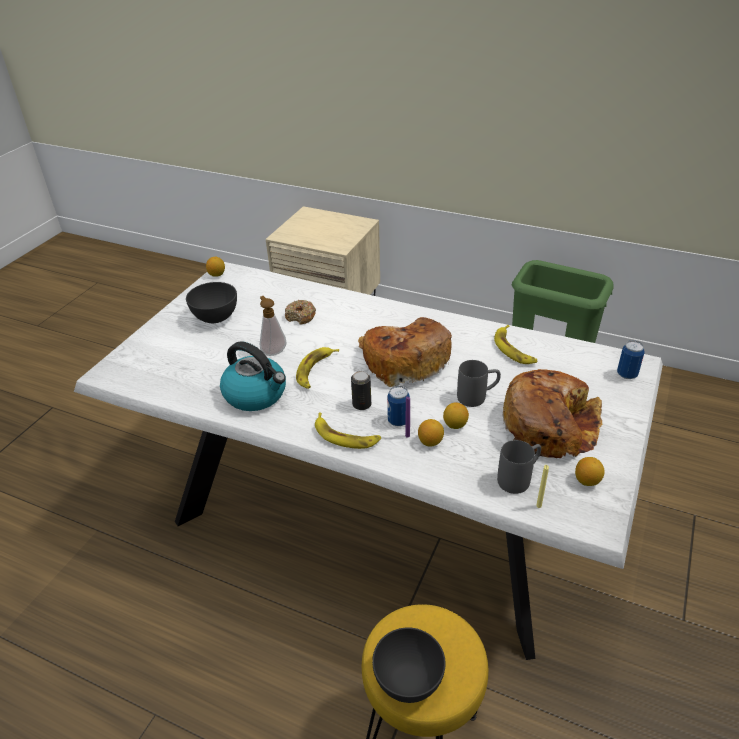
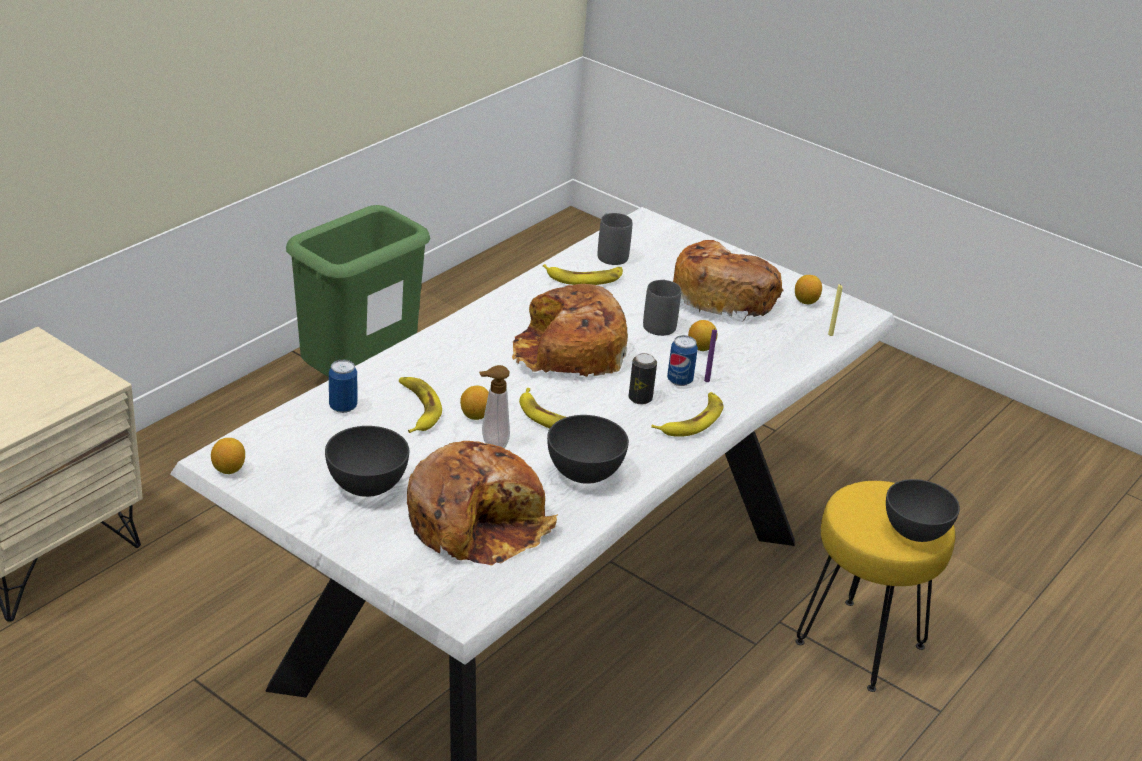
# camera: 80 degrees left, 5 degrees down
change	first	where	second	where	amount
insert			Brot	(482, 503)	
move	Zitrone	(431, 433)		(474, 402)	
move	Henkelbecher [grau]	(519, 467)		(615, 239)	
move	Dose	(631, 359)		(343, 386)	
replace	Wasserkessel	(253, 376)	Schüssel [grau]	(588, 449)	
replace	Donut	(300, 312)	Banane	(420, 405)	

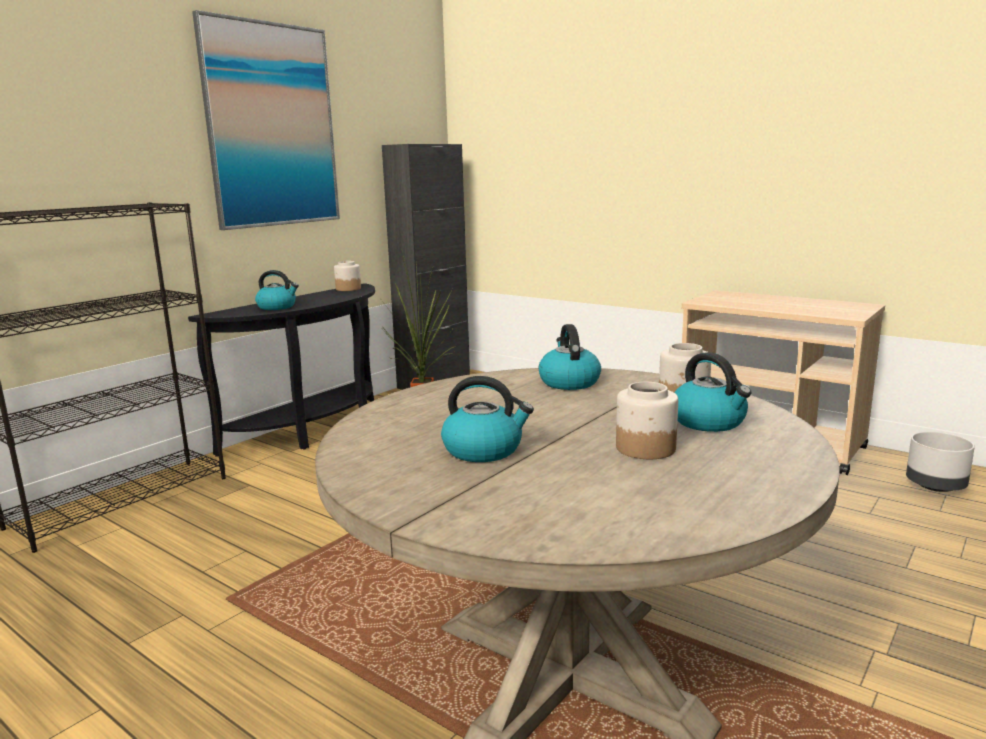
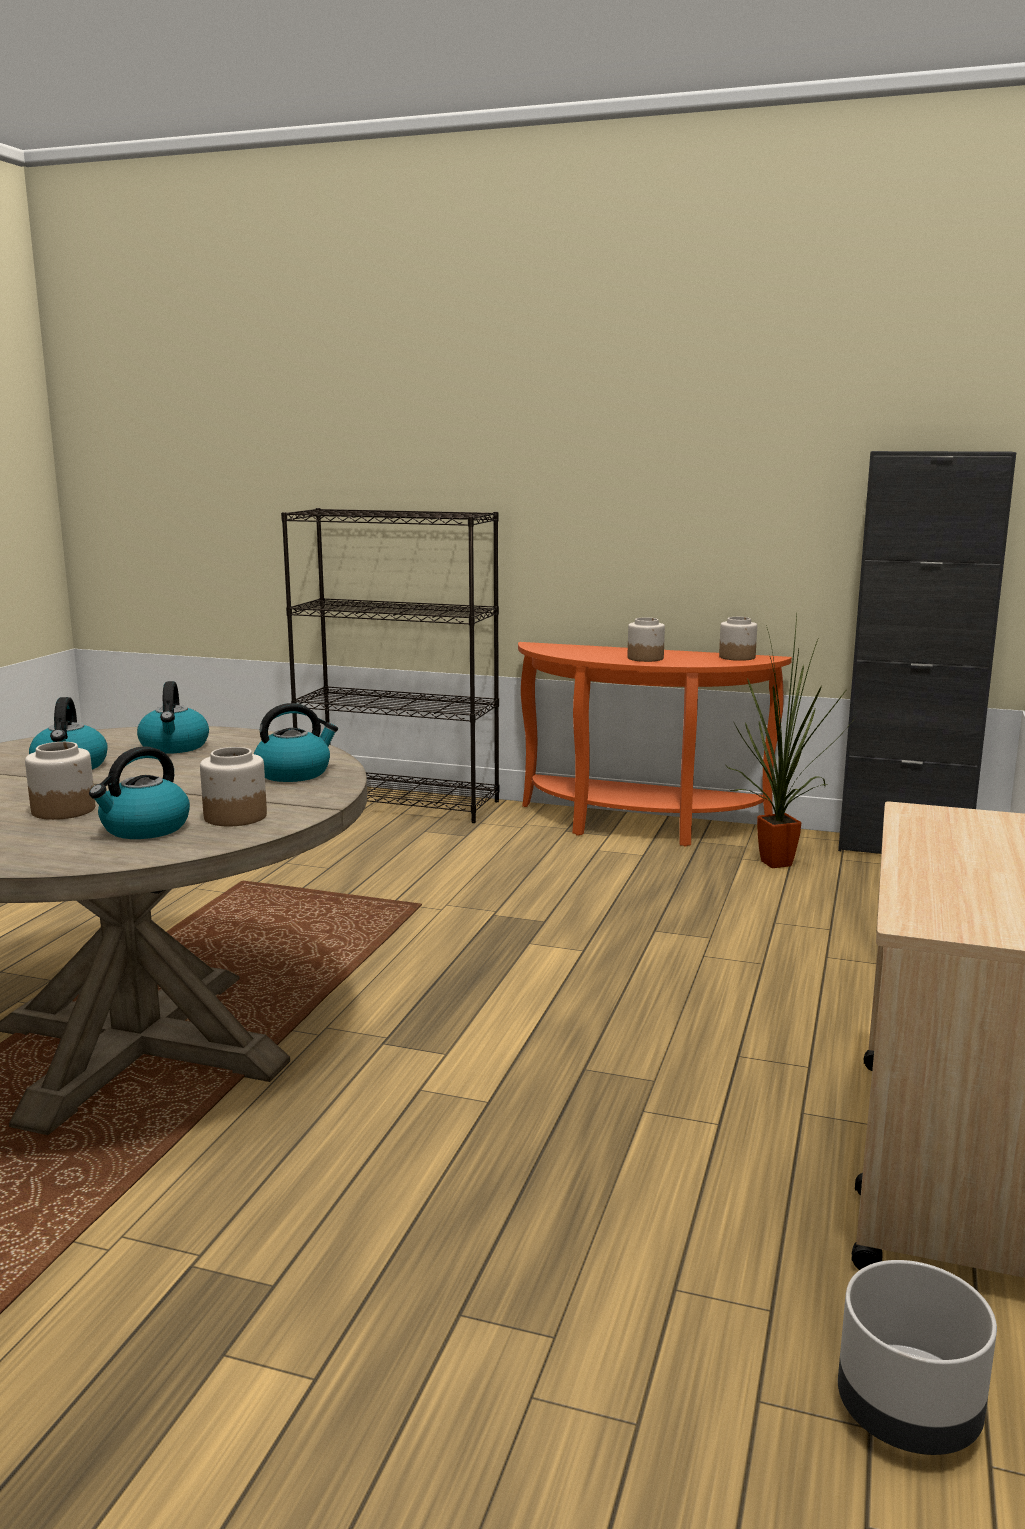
# camera: 70 degrees right, 0 degrees up
change	first	where	second	where	amount
delete	Bild	(266, 120)			
insert			Vorratsglas	(646, 639)	
move	Wasserkessel	(277, 290)		(173, 717)	
recolor	Konsolentisch [schwarz]	(281, 370)	Konsolentisch [orange]	(655, 744)	

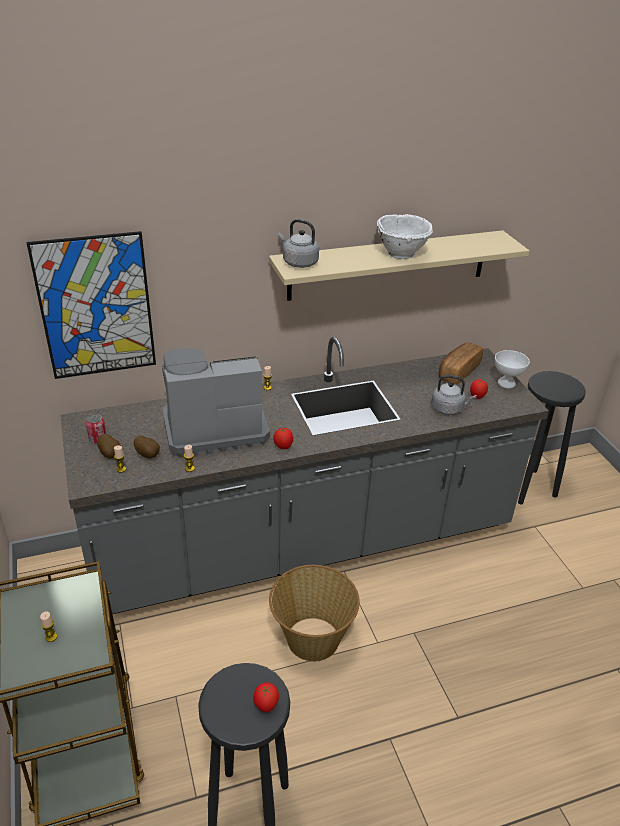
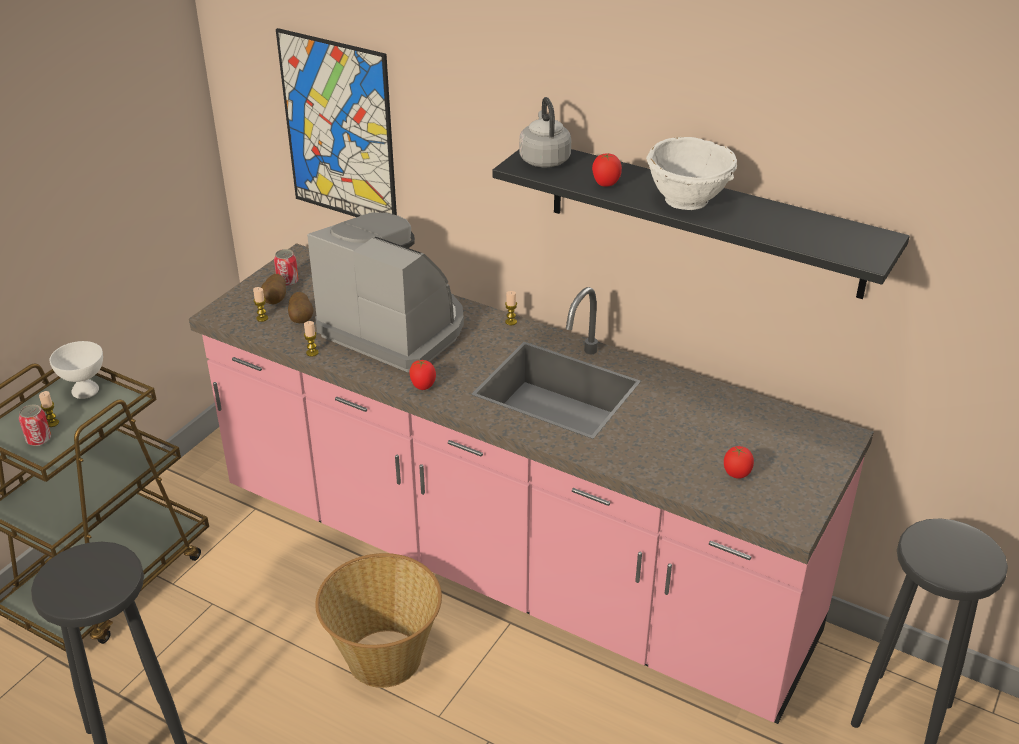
# camera: 50 degrees right, 0 degrees up
change	first	where	second	where	amount
delete	Wasserkessel [grau]	(454, 395)			
delete	Brot	(461, 363)			
insert			Dose	(35, 425)	
move	Tomate	(266, 697)		(607, 169)	
move	Schüssel [weiß]	(512, 369)		(76, 370)	
recolor	Küchenzeile [grau]	(304, 475)	Küchenzeile [rosa]	(531, 483)	
recolor	Wandregal [beige]	(399, 265)	Wandregal [schwarz]	(701, 224)	

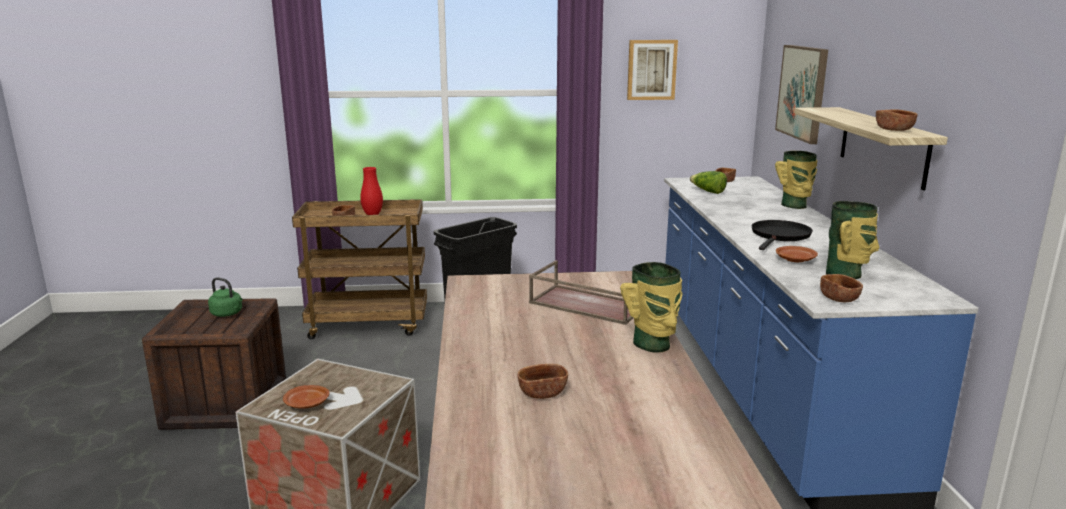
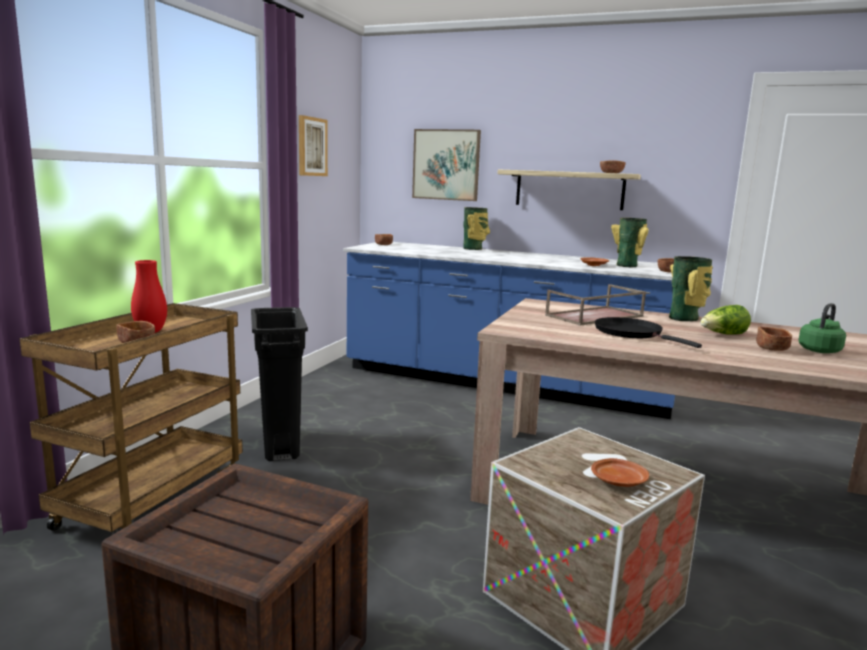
# camera: 65 degrees left, 5 degrees down
change	first	where	second	where	amount
move	Wasserkessel [grün]	(225, 297)		(822, 328)	
move	Salatkopf	(708, 182)		(725, 320)	
move	Pfanne [schwarz]	(782, 235)		(648, 332)	

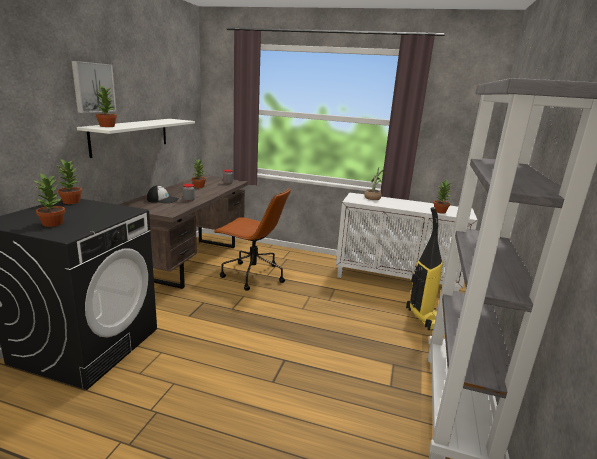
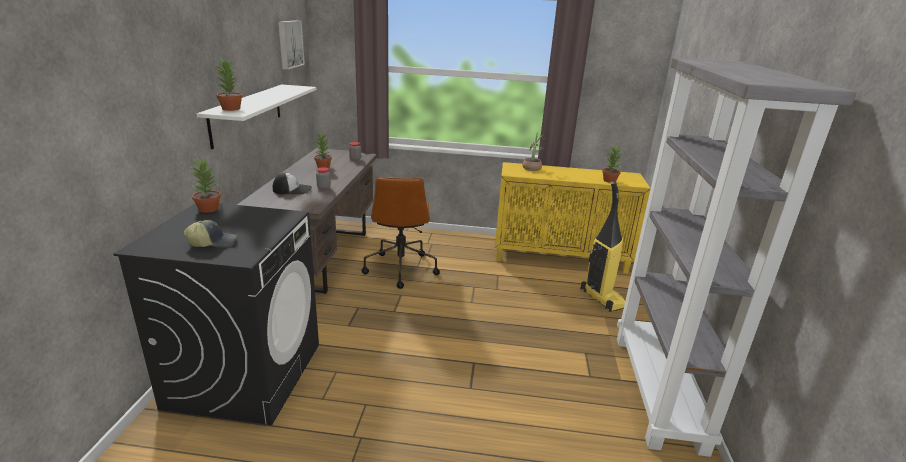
# camera: 10 degrees left, 5 degrees up
change	first	where	second	where	amount
move	Bild	(94, 87)		(291, 45)	
replace	Topfpflanze	(49, 199)	Kappe	(210, 233)	
recolor	Schrank [weiß]	(407, 242)	Schrank [gelb]	(573, 218)	
rotate	Bürostuhl [braun]	(252, 239)		(401, 233)	75 degrees clockwise

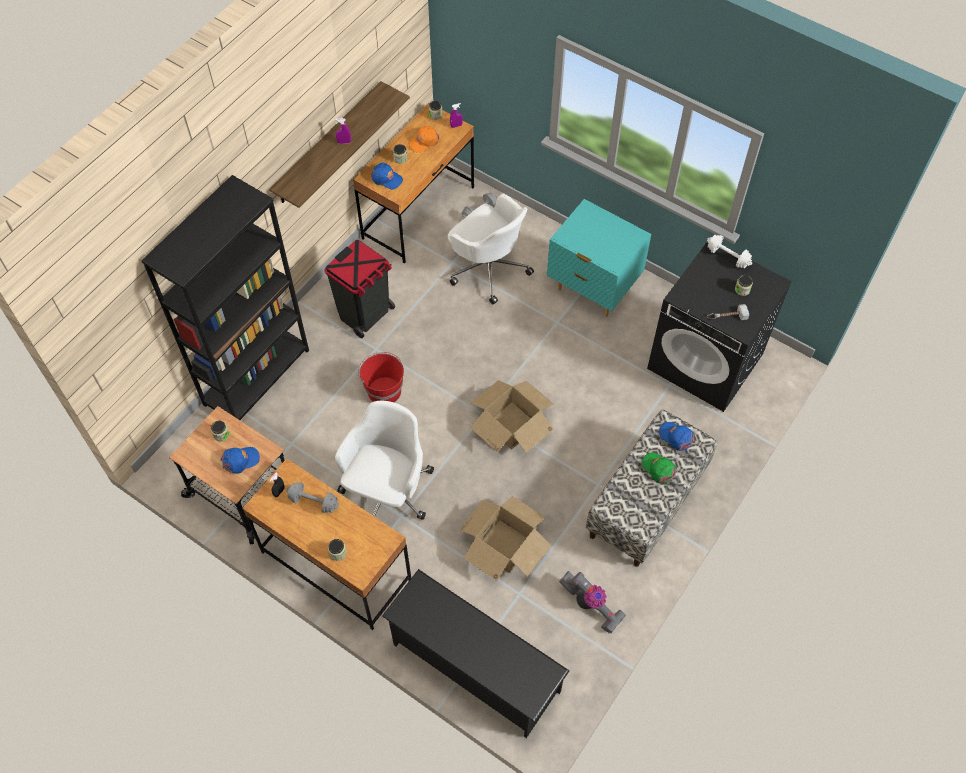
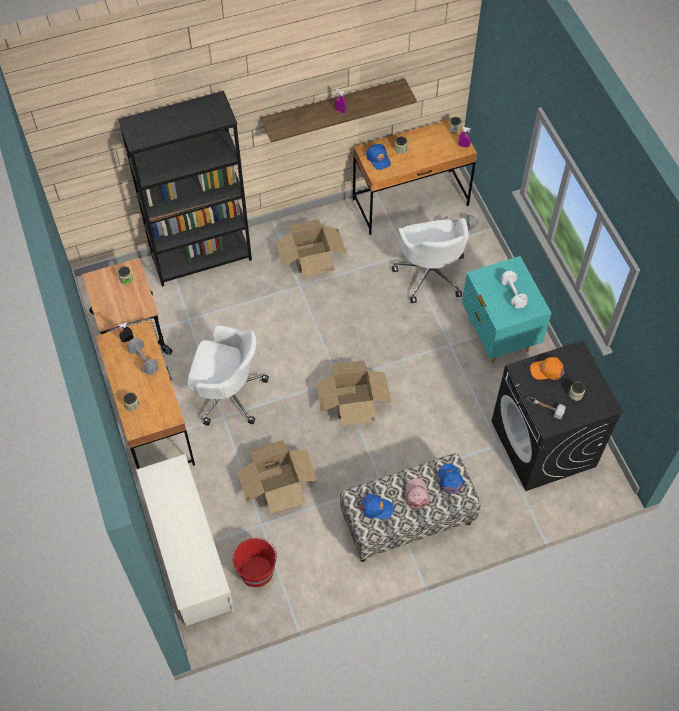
# camera: 35 degrees right, 0 degrees up
change	first	where	second	where	amount
delete	Staubsauger	(592, 602)			
move	Kappe [blau]	(240, 460)		(377, 506)	
move	Eimer [rot]	(381, 377)		(254, 562)	
move	Kappe [orange]	(424, 139)		(547, 368)	
move	Hantel [weiß]	(729, 251)		(514, 289)	
replace	Mülleimer [schwarz]	(359, 289)	Karton	(311, 248)	
recolor	Schuhregal [schwarz]	(475, 653)	Schuhregal [weiß]	(185, 540)	
recolor	Kappe [grün]	(659, 467)	Kappe [rosa]	(417, 494)	
rotate	Bürostuhl [weiß]	(384, 460)		(228, 376)	45 degrees clockwise

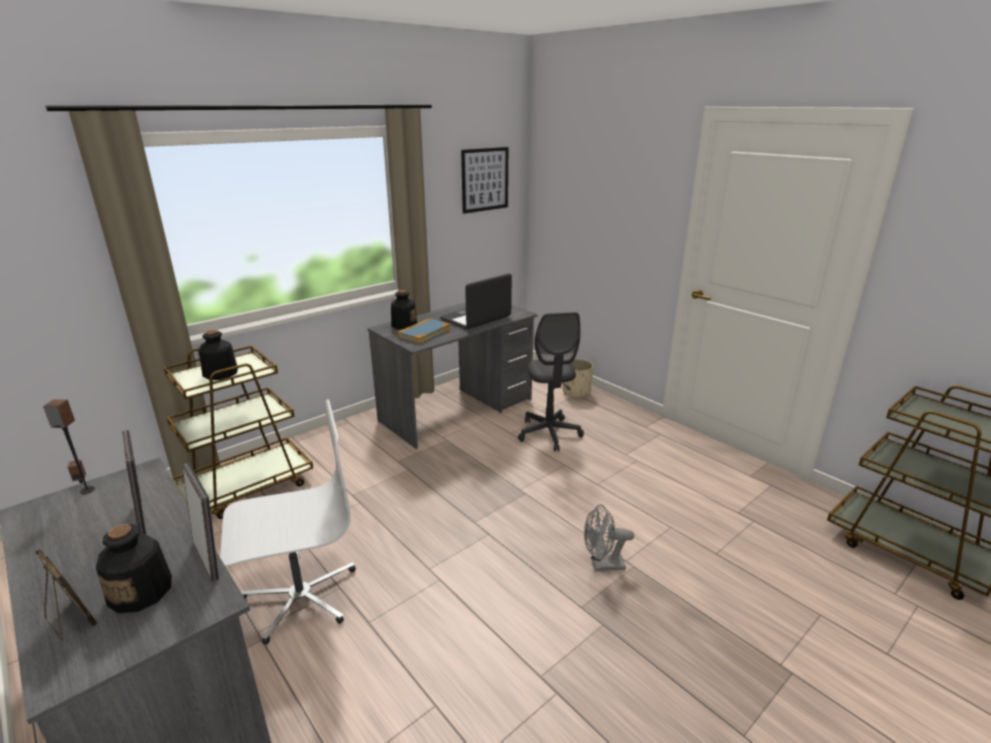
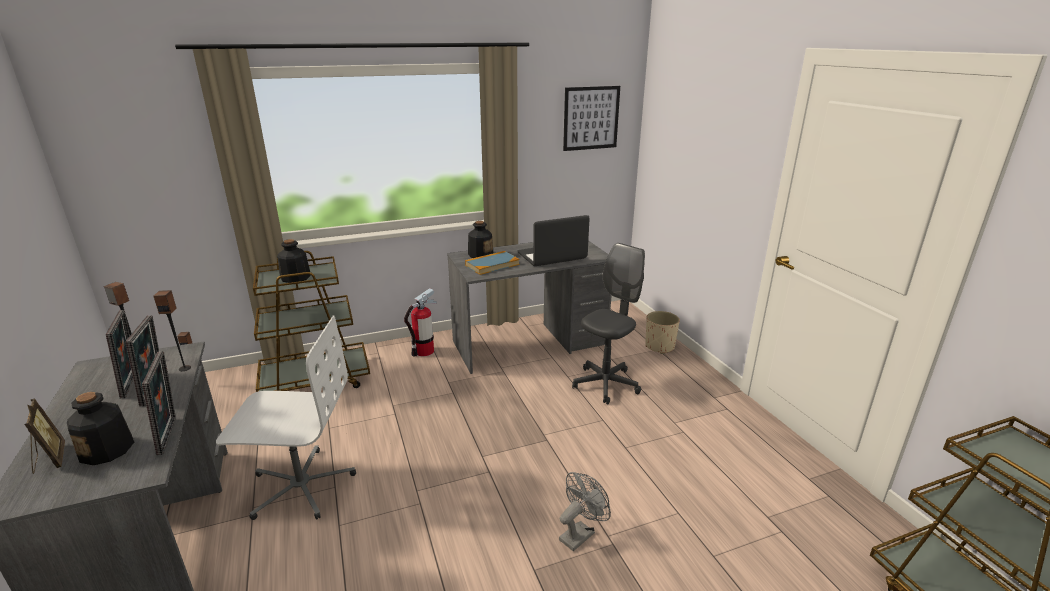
# camera: 20 degrees right, 0 degrees up
change	first	where	second	where	amount
insert			Bilderrahmen	(119, 354)	
insert			Lautsprecher	(172, 330)	
insert			Feuerlöscher	(420, 322)	
rotate	Bürostuhl [grau]	(551, 381)		(608, 324)	150 degrees counterclockwise
rotate	Ventilator [grau]	(609, 537)		(585, 511)	120 degrees clockwise

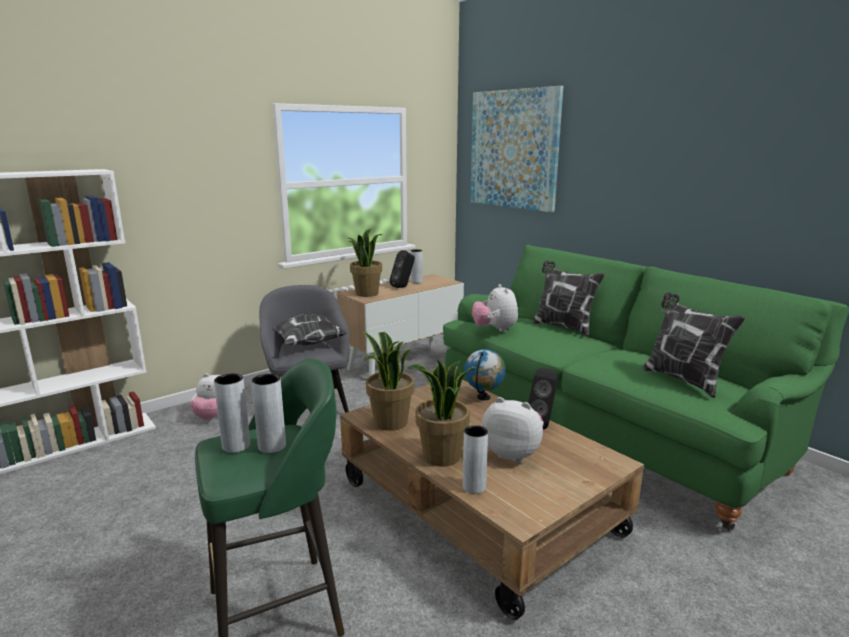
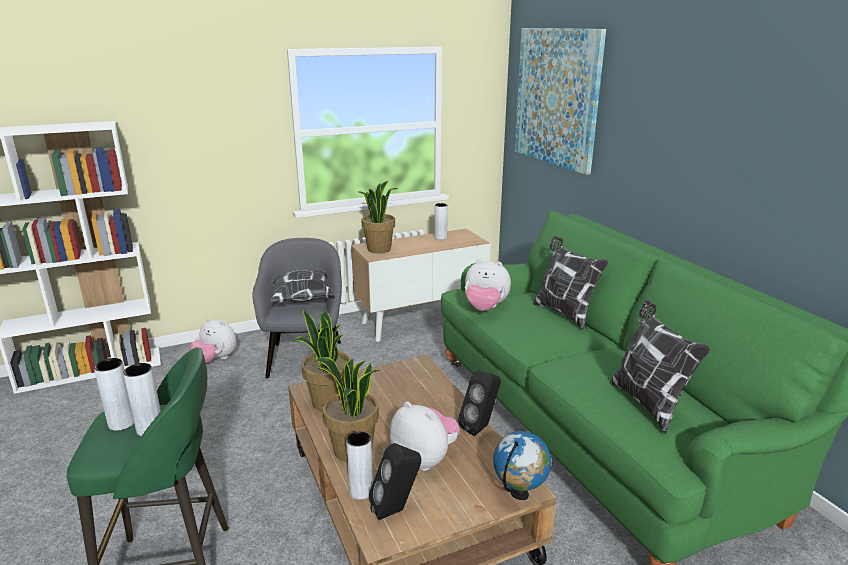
# camera: 15 degrees right, 5 degrees up
change	first	where	second	where	amount
move	Lautsprecher [schwarz]	(402, 269)		(395, 481)	
move	Globus	(484, 375)		(522, 465)	
rotate	Plüschtier	(495, 308)		(488, 285)	75 degrees counterclockwise

